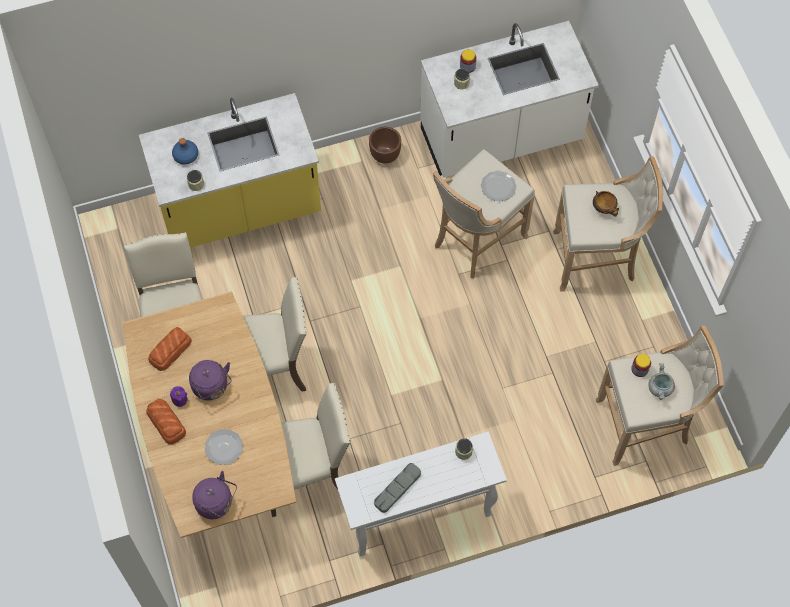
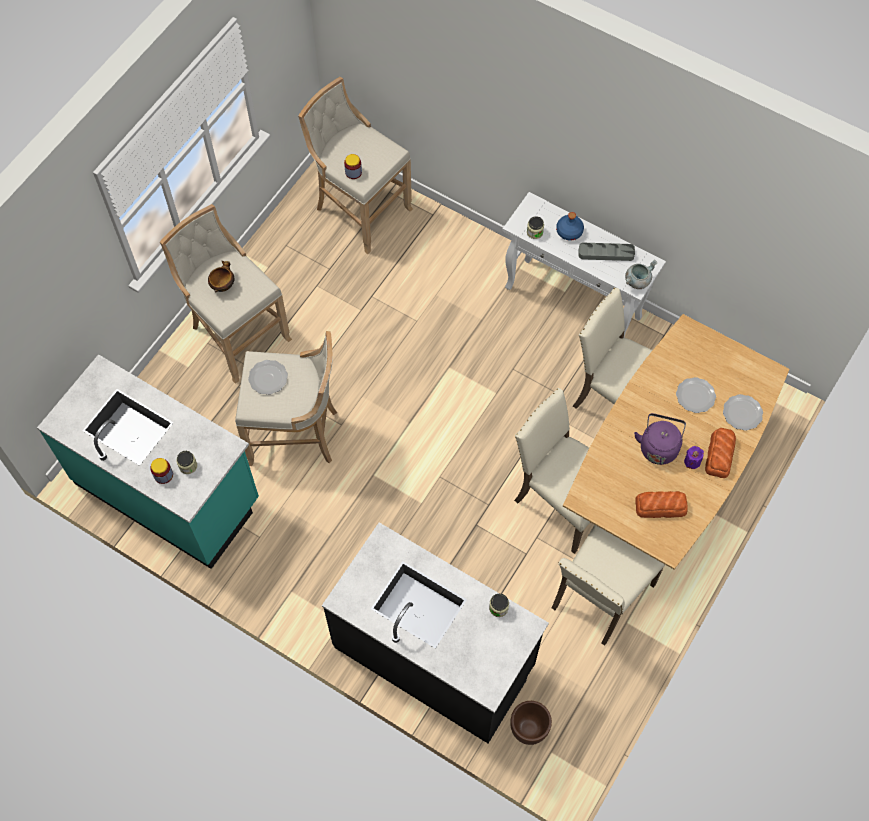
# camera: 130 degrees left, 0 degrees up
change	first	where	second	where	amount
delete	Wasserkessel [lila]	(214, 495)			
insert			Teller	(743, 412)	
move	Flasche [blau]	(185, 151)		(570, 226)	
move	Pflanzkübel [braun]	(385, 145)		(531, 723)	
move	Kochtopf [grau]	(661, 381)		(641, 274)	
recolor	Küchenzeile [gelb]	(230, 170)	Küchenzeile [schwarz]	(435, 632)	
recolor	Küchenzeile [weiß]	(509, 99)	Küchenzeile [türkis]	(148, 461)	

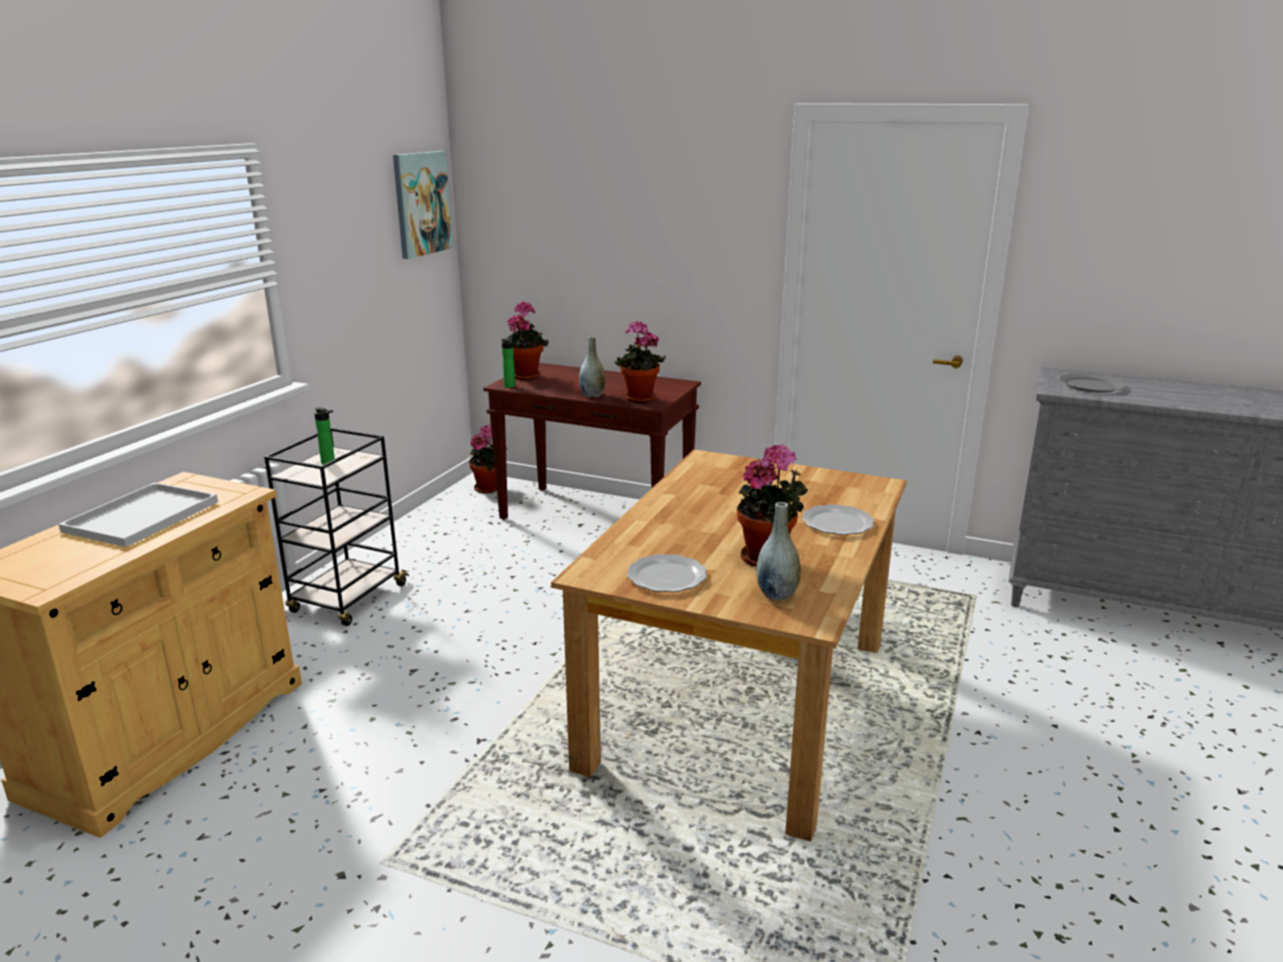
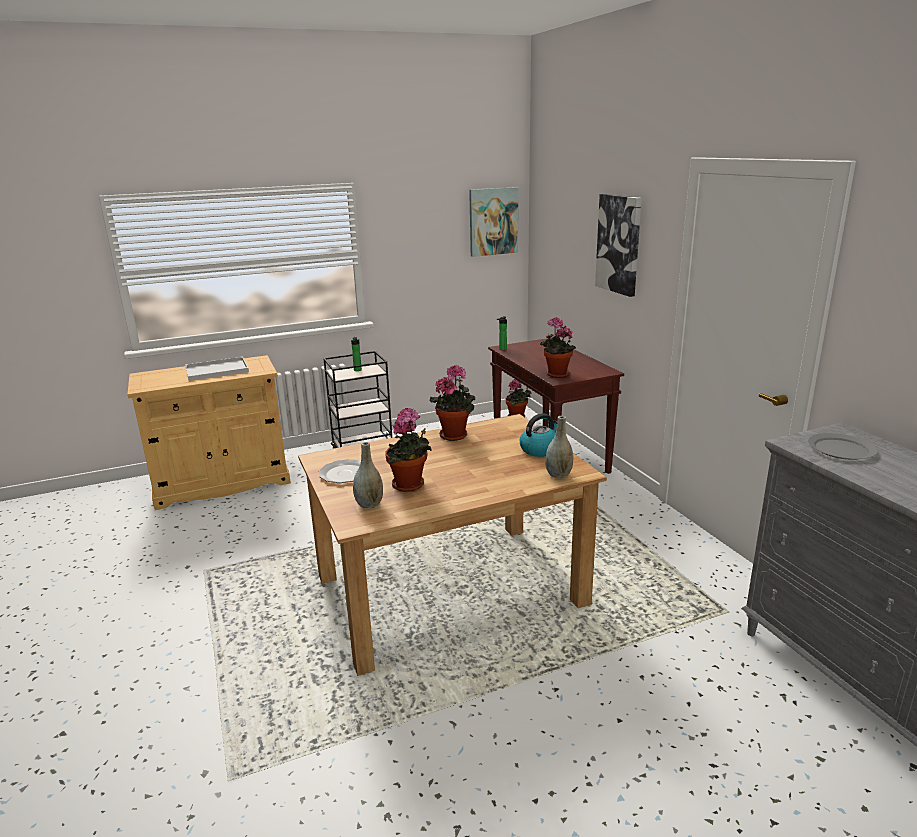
# camera: 45 degrees right, 0 degrees up
change	first	where	second	where	amount
delete	Teller	(838, 519)			
insert			Wasserkessel	(538, 435)	
insert			Bild	(618, 245)	
move	Topfpflanze	(524, 340)		(452, 402)	
move	Vase [grau]	(592, 366)		(559, 447)	

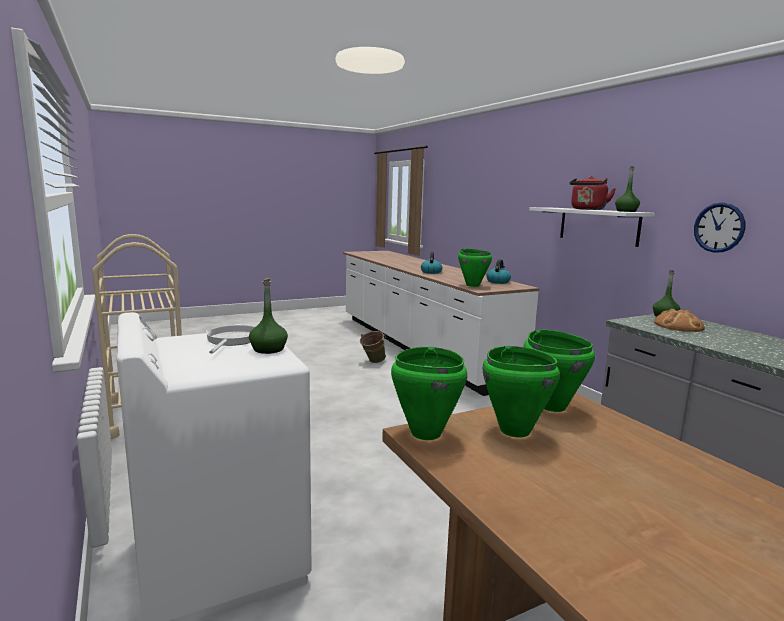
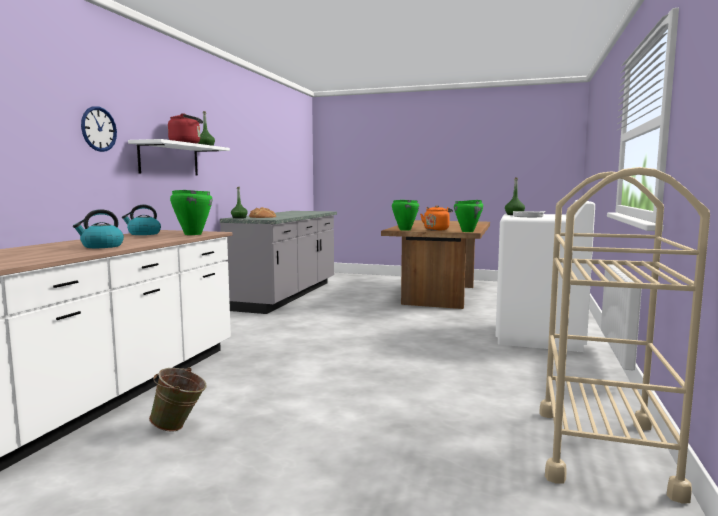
# camera: 135 degrees left, 5 degrees down
change	first	where	second	where	amount
move	Wanduhr	(719, 228)		(99, 129)	
replace	Kochtopf [grün]	(521, 391)	Wasserkessel [orange]	(436, 218)	

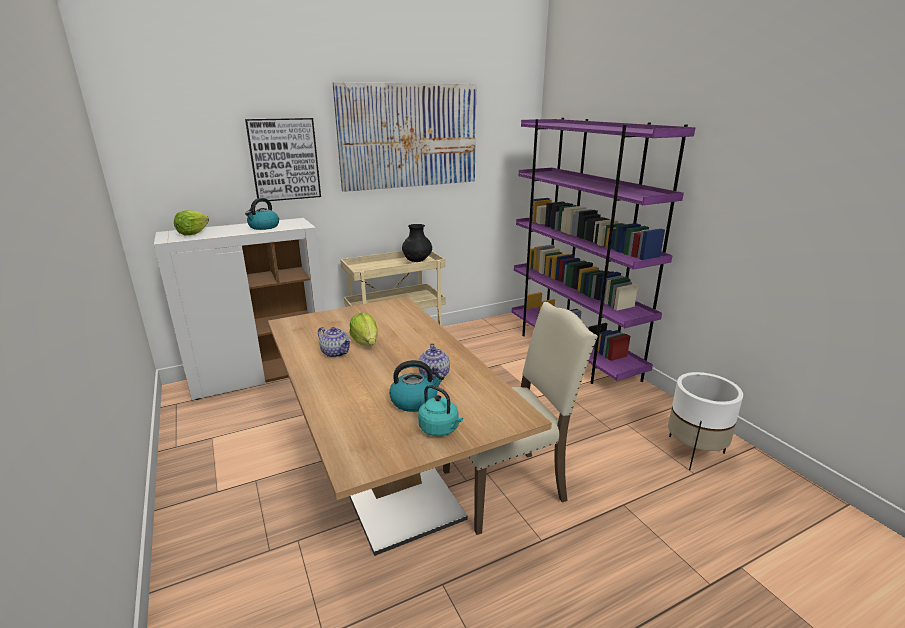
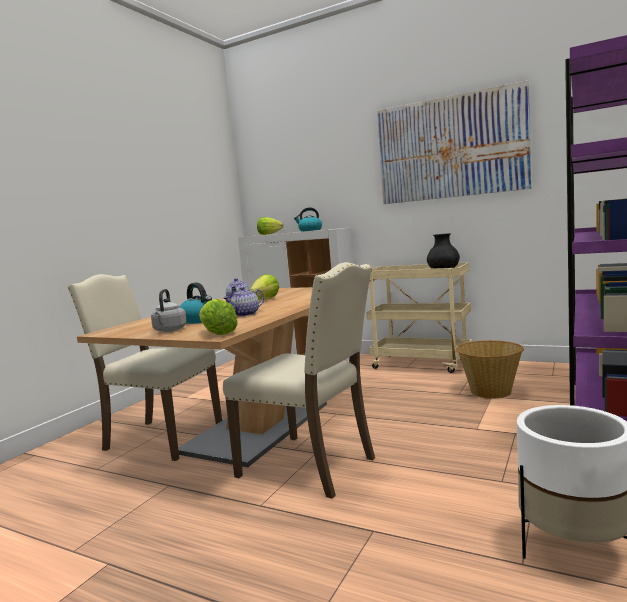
# camera: 55 degrees right, 15 degrees down
change	first	where	second	where	amount
delete	Bild	(283, 159)			
insert			Stuhl [beige]	(145, 367)	
insert			Salatkopf	(218, 317)	
insert			Korb	(490, 369)	
recolor	Wasserkessel [türkis]	(440, 410)	Wasserkessel [grau]	(169, 310)	

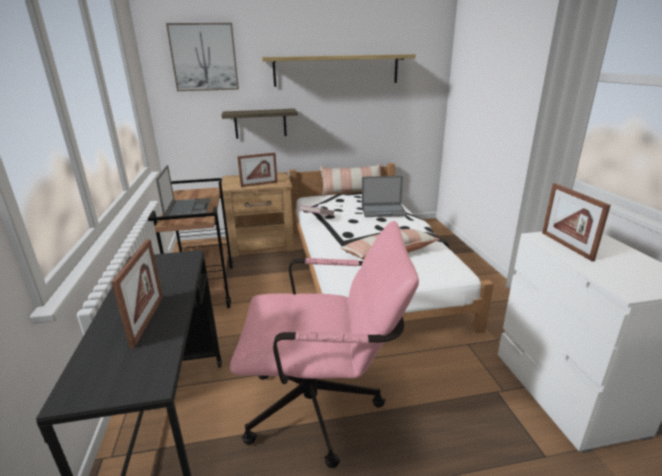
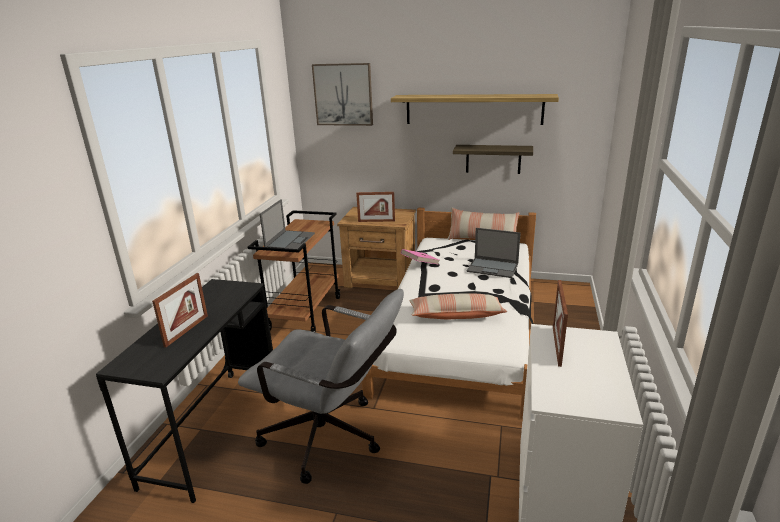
# camera: 25 degrees right, 0 degrees up
change	first	where	second	where	amount
move	Wandregal	(260, 124)		(493, 159)	
recolor	Bürostuhl [rosa]	(324, 344)	Bürostuhl [grau]	(321, 386)	

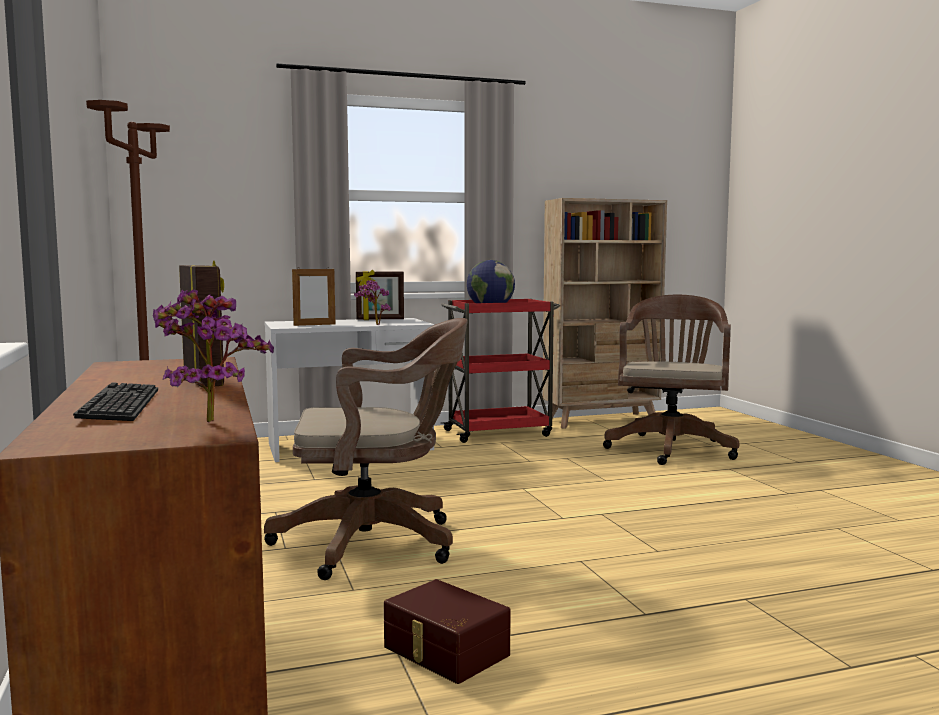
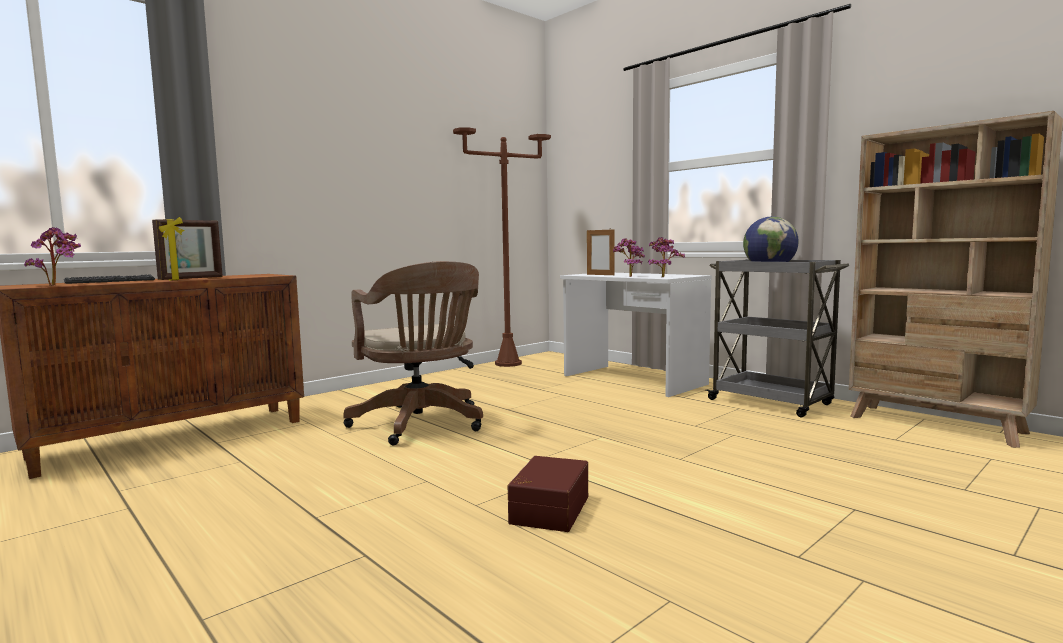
# camera: 65 degrees right, 0 degrees up
change	first	where	second	where	amount
delete	Bilderrahmen	(380, 295)			
delete	Bürostuhl [braun]	(671, 380)			
insert			Topfpflanze	(666, 257)	
move	Aufbewahrungsbox [braun]	(447, 631)		(548, 494)	
recolor	Rollwagen [rot]	(500, 371)	Rollwagen [grau]	(777, 338)	

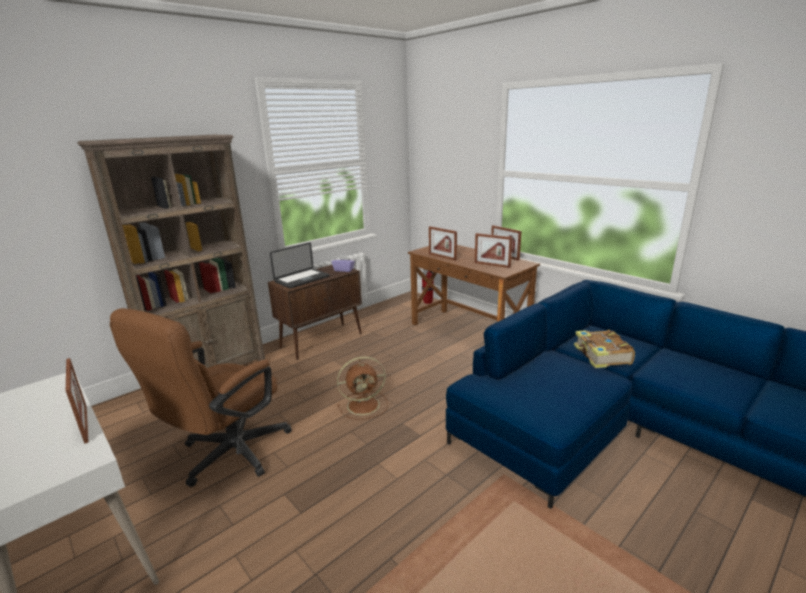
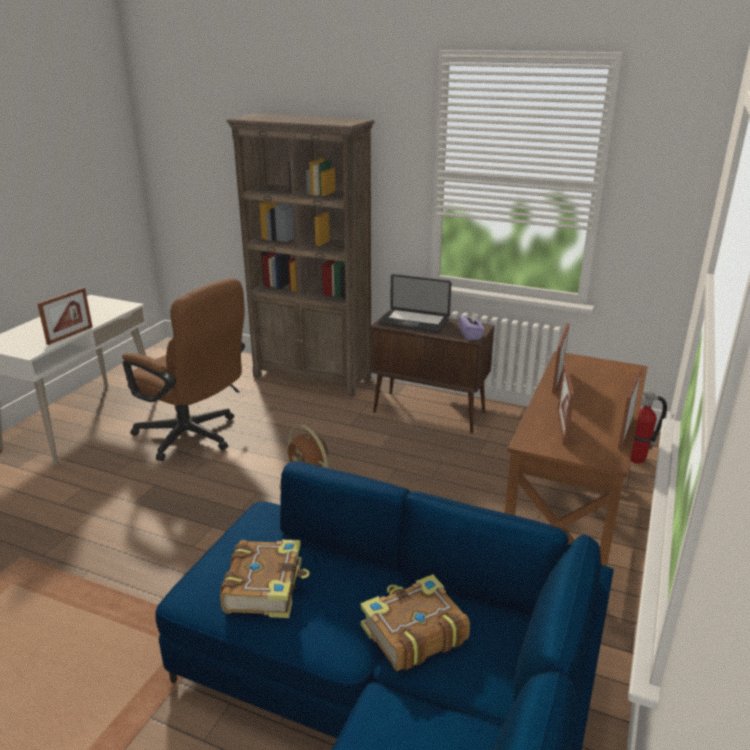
# camera: 65 degrees right, 5 degrees up
change	first	where	second	where	amount
insert			Buch	(265, 579)	
rotate	Bürostuhl [braun]	(201, 397)		(183, 369)	150 degrees counterclockwise

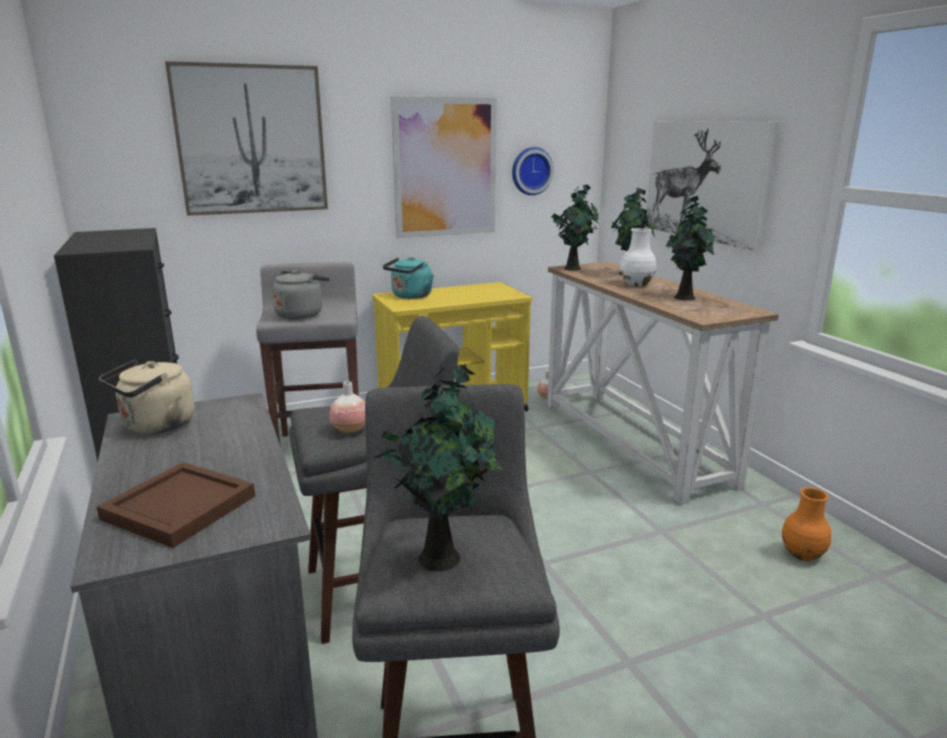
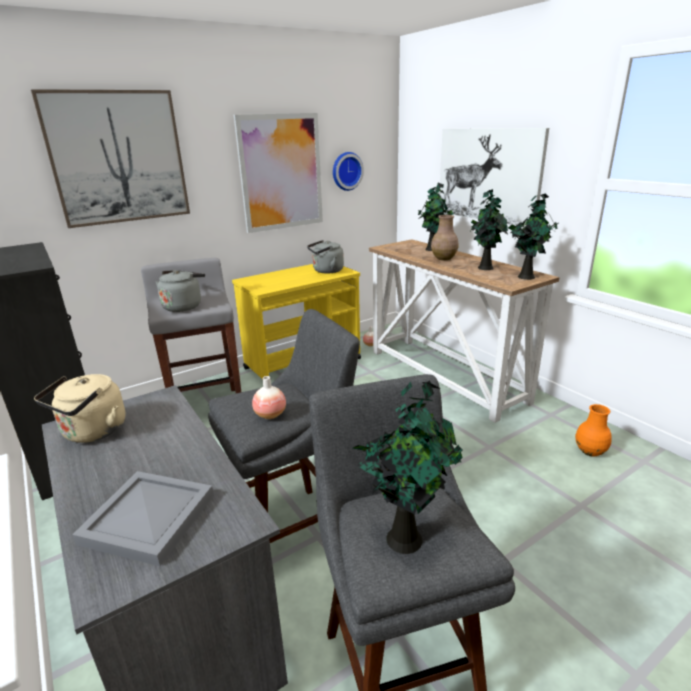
# camera: 10 degrees left, 5 degrees up
change	first	where	second	where	amount
delete	Wasserkessel [türkis]	(408, 278)			
insert			Wasserkessel [grau]	(325, 257)	
move	Topfpflanze	(575, 227)		(533, 236)	
recolor	Tablett [braun]	(175, 505)	Tablett [grau]	(143, 518)	
recolor	Vase [weiß]	(638, 257)	Vase [braun]	(444, 237)	

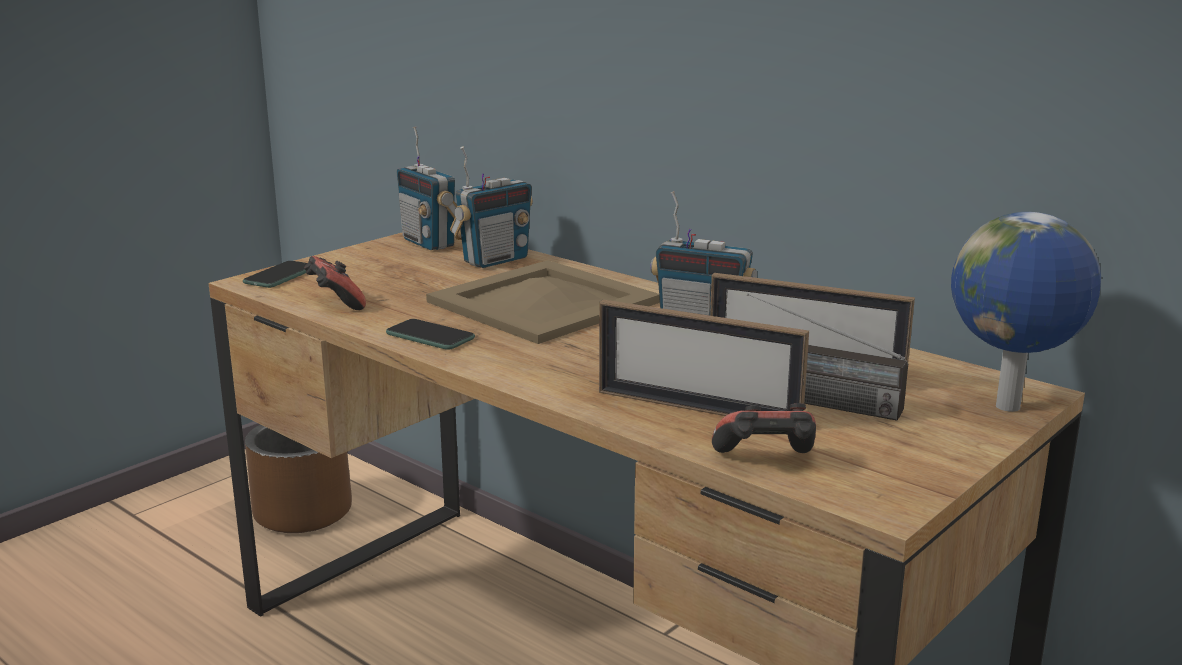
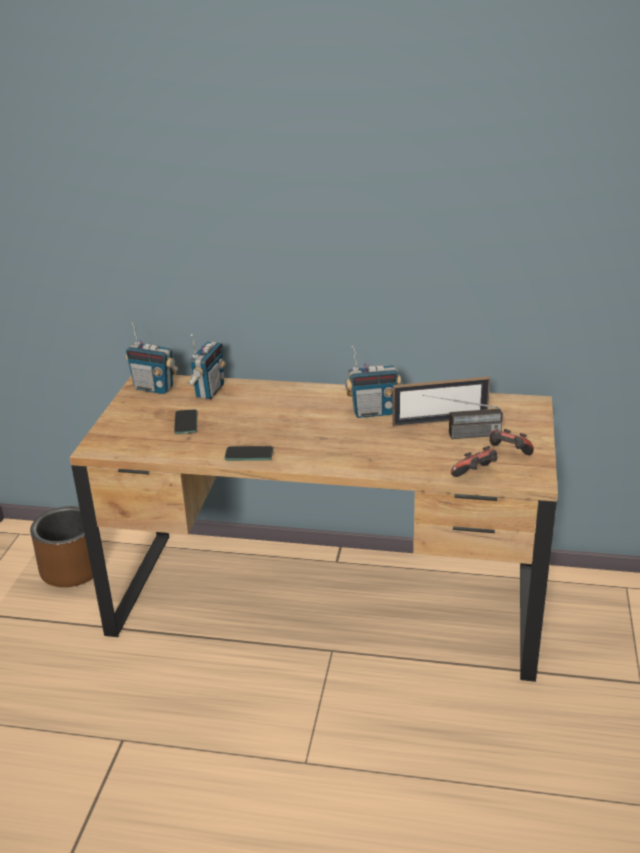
# camera: 30 degrees left, 10 degrees up
change	first	where	second	where	amount
delete	Tablett [beige]	(543, 302)			
delete	Bilderrahmen	(704, 358)			
delete	Globus	(1026, 312)			
move	Handy	(275, 274)		(185, 421)	
move	Gamepad	(335, 283)		(512, 442)	

